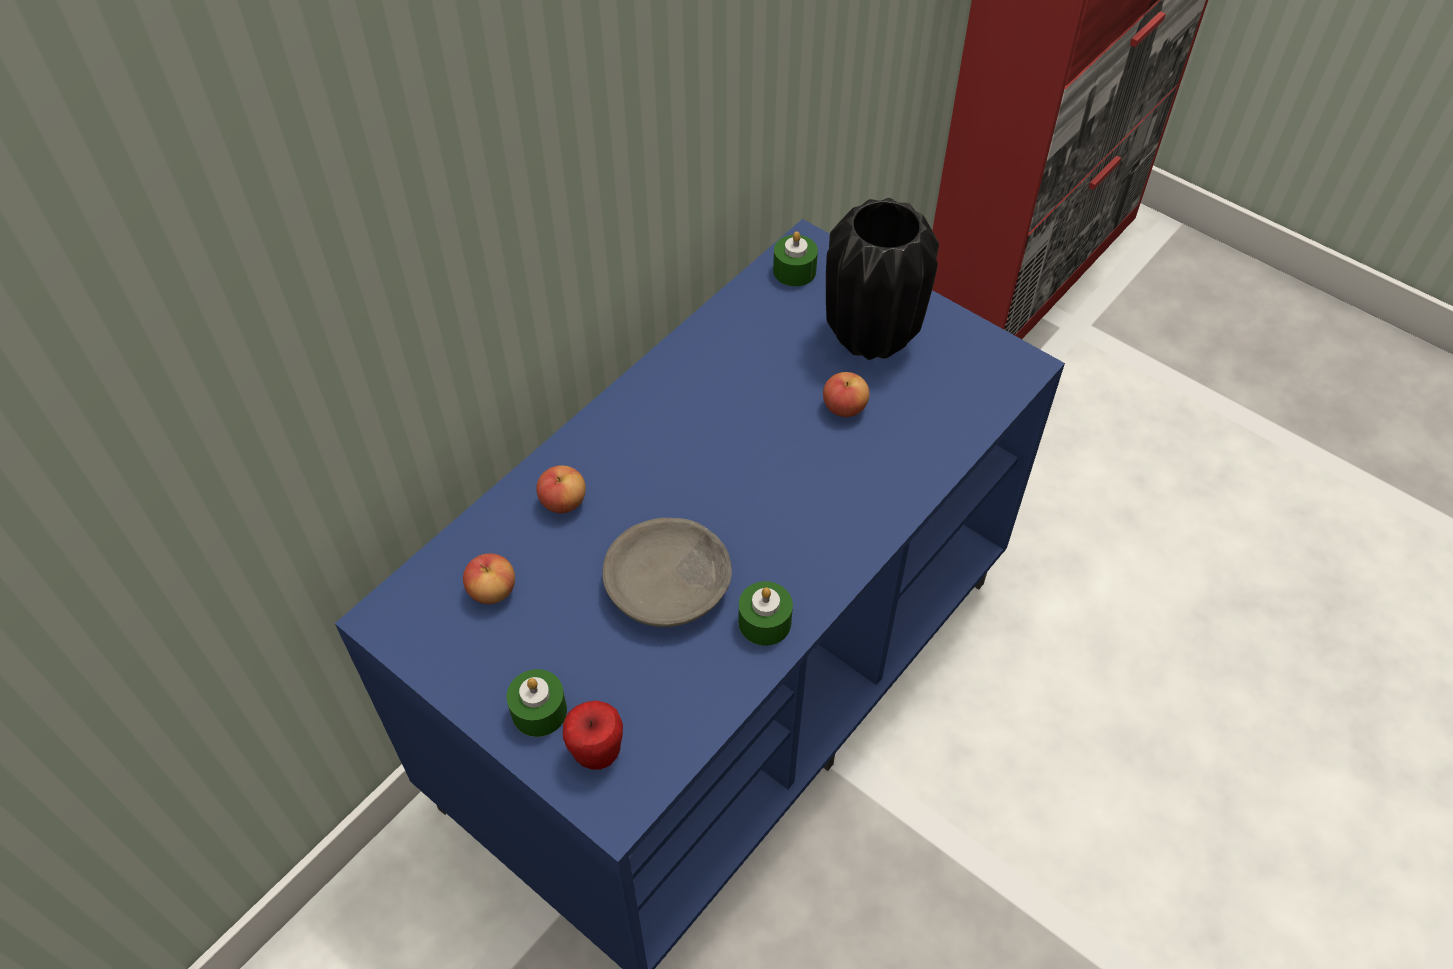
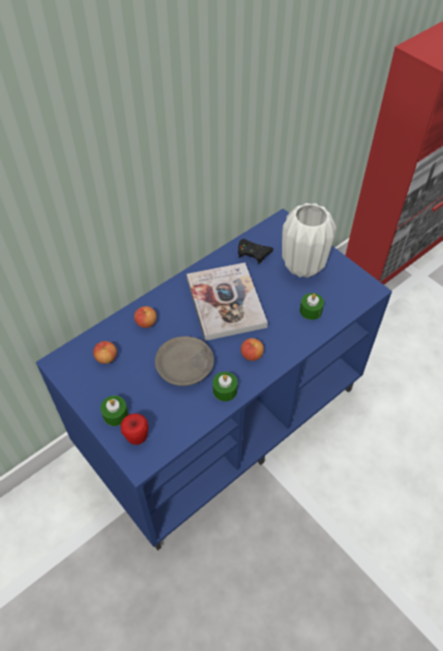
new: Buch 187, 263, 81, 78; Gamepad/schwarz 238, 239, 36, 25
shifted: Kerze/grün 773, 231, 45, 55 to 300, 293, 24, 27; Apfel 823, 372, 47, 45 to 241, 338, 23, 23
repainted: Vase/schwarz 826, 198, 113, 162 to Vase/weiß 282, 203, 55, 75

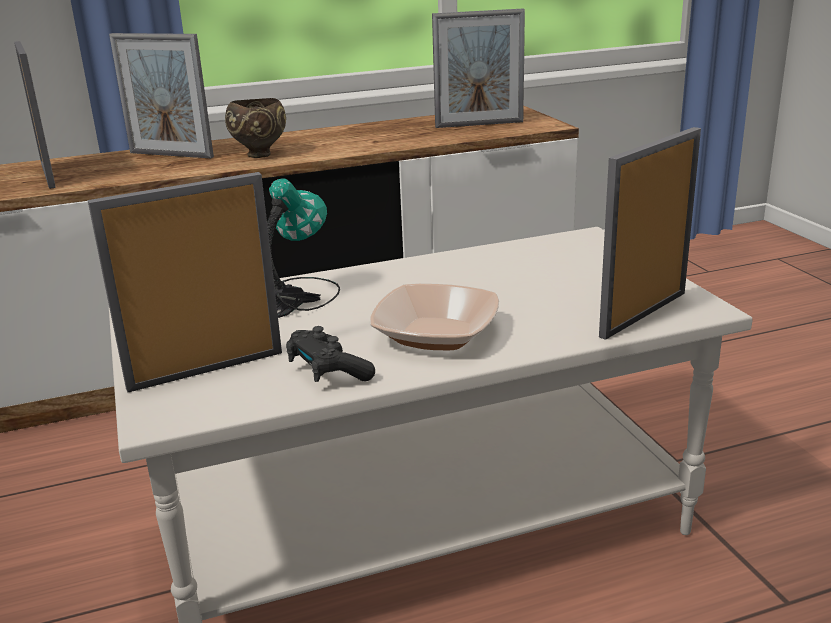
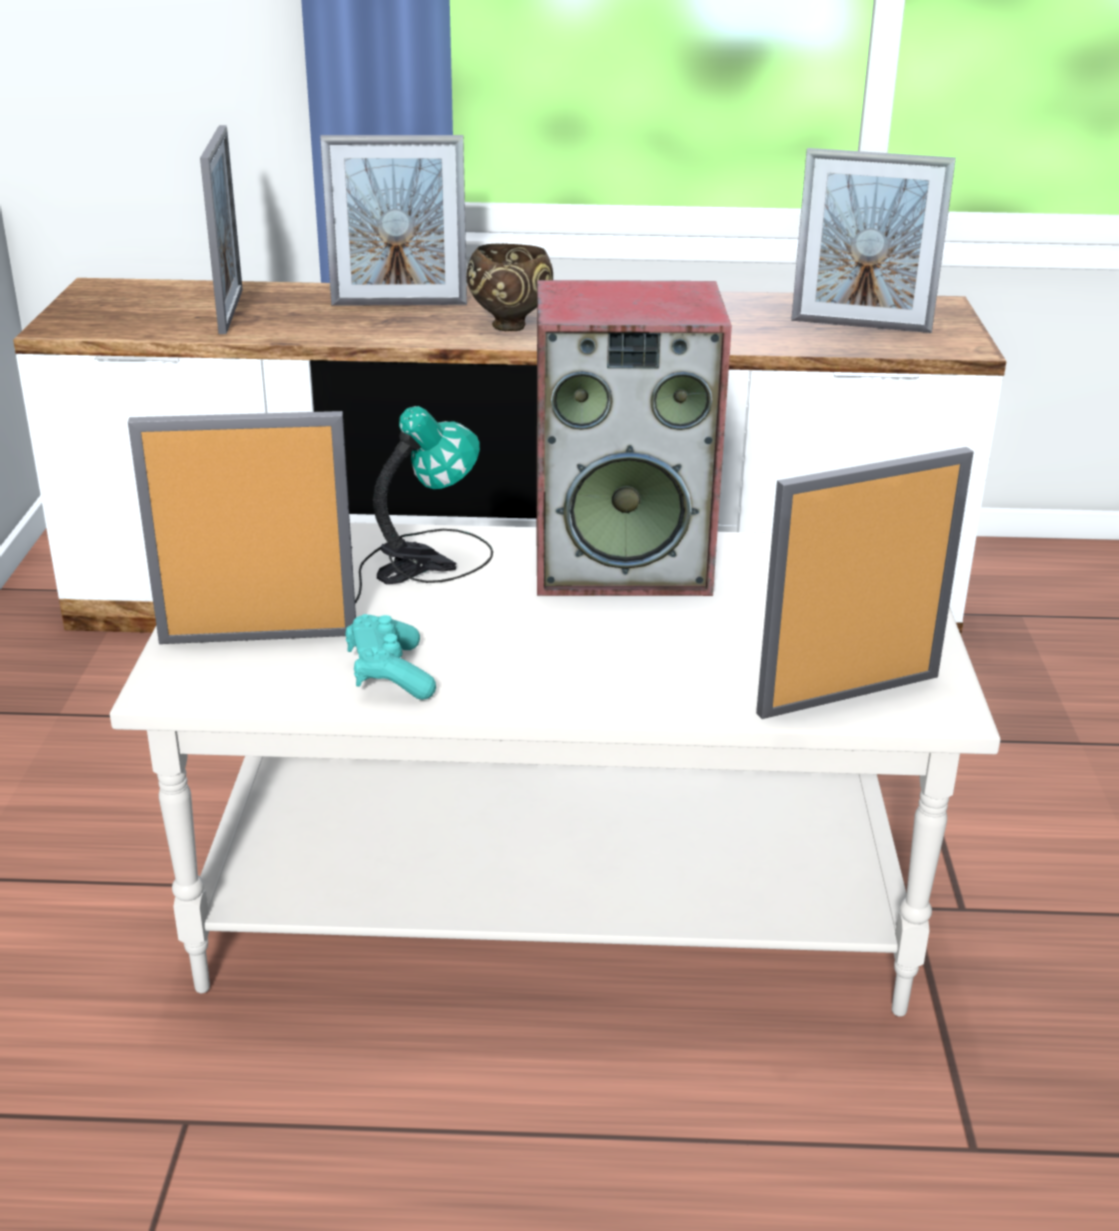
gone: Schüssel 370, 283, 129, 67
new: Lautsprecher 537, 280, 195, 316
repainted: Gamepad/schwarz 286, 326, 89, 56 to Gamepad/türkis 345, 614, 91, 86
rotated: Bilderrahmen 109, 33, 105, 125 = 320, 135, 147, 171 45 degrees counterclockwise

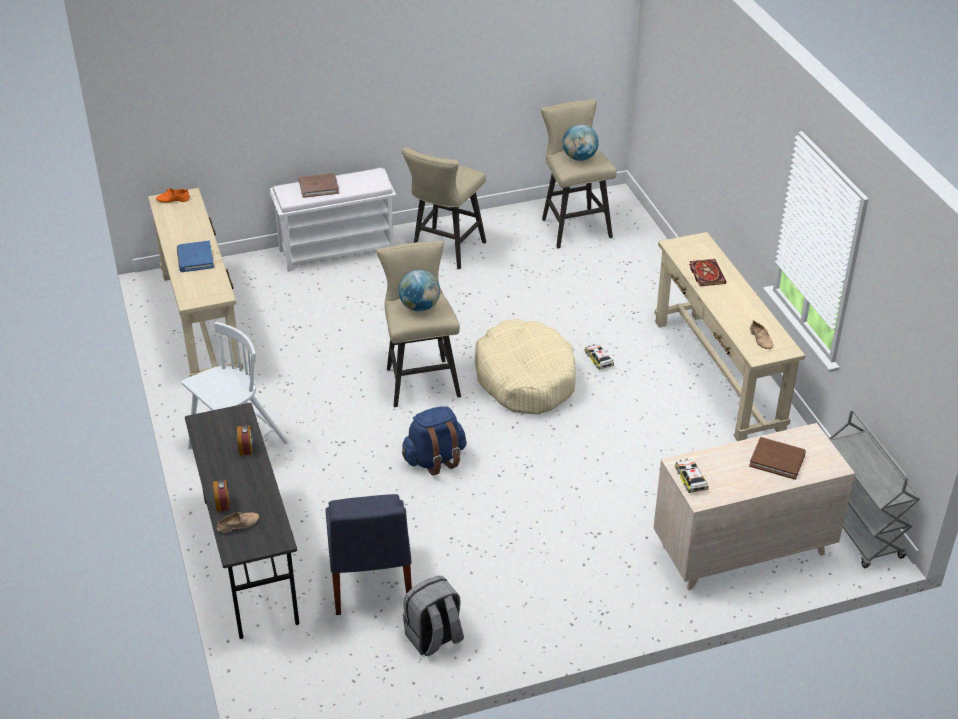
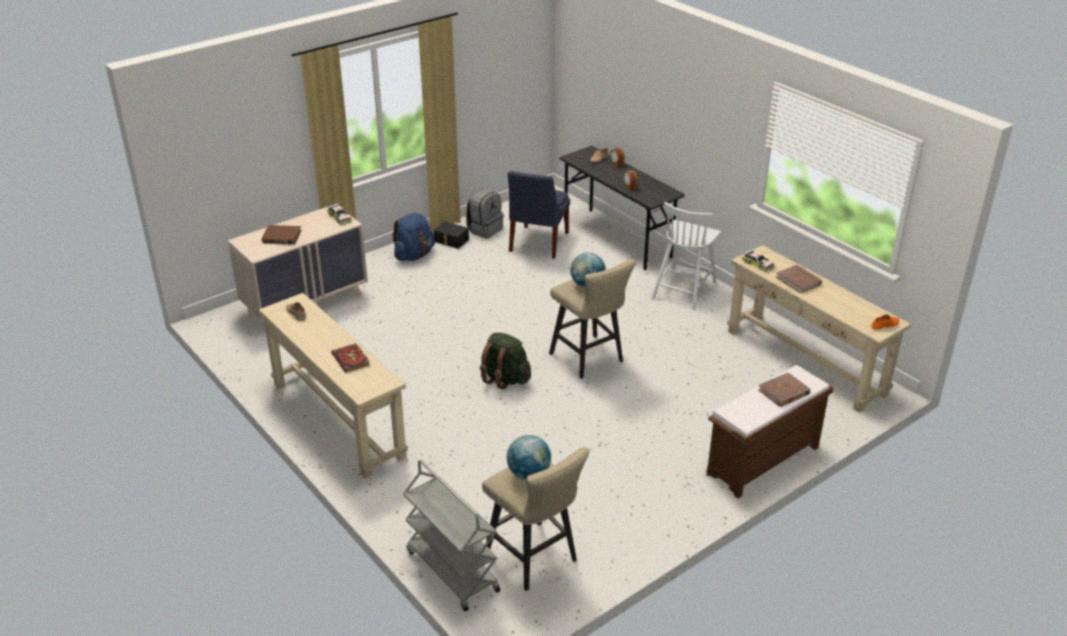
gone: Hocker/beige 402, 147, 84, 122
new: Aufbewahrungsbox/schwarz 434, 221, 35, 28
shifted: Rucksack/blau 402, 406, 65, 70 to 392, 213, 43, 48; Spielzeugauto 584, 344, 30, 26 to 742, 249, 33, 23; Rollwagen/grau 829, 410, 91, 158 to 403, 460, 97, 152
swapped: Hundebett/beige 475, 319, 101, 95 to Rucksack/grün 480, 333, 51, 57
repainted: Buch/blau 177, 240, 37, 32 to Buch/braun 776, 265, 46, 28; Bank/weiß 270, 168, 126, 104 to Bank/braun 706, 365, 128, 133
rotated: Stuhl/blau 325, 494, 87, 121 = 508, 171, 62, 88 135 degrees counterclockwise

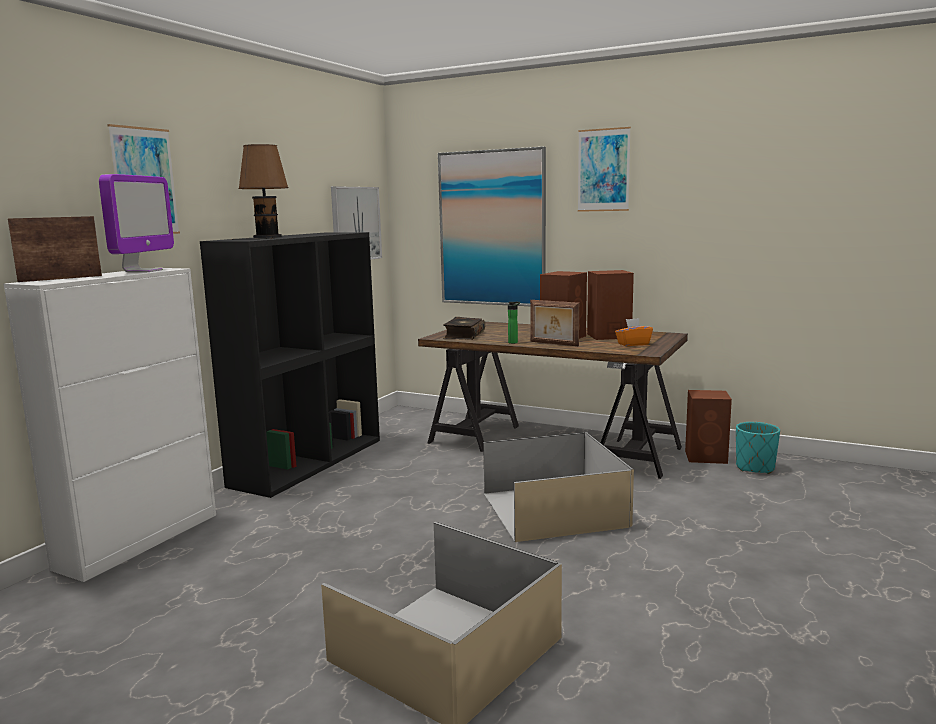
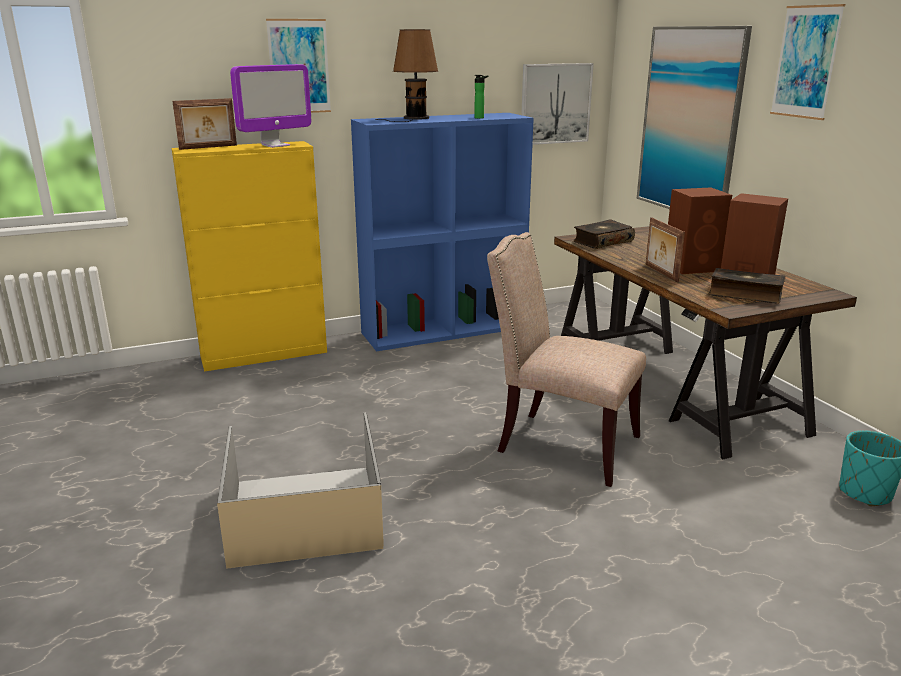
gone: Lautsprecher/braun 685, 390, 47, 74
shifted: Flasche 508, 301, 12, 43 to 474, 75, 15, 44
swapped: Aufbewahrungsbox/beige 483, 432, 151, 110 to Stuhl/beige 487, 232, 159, 255; Taschentuchbox/orange 615, 318, 38, 28 to Buch 709, 268, 76, 36
repainted: Schrank/weiß 4, 268, 212, 314 to Schrank/gelb 171, 141, 156, 231; Bücherregal/schwarz 200, 232, 180, 266 to Bücherregal/blau 351, 113, 183, 238
rotated: Bilderrahmen 8, 216, 94, 66 = 172, 98, 65, 52 150 degrees clockwise

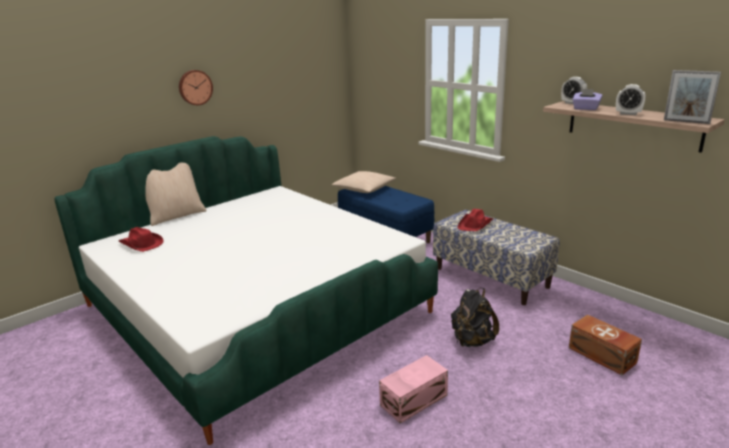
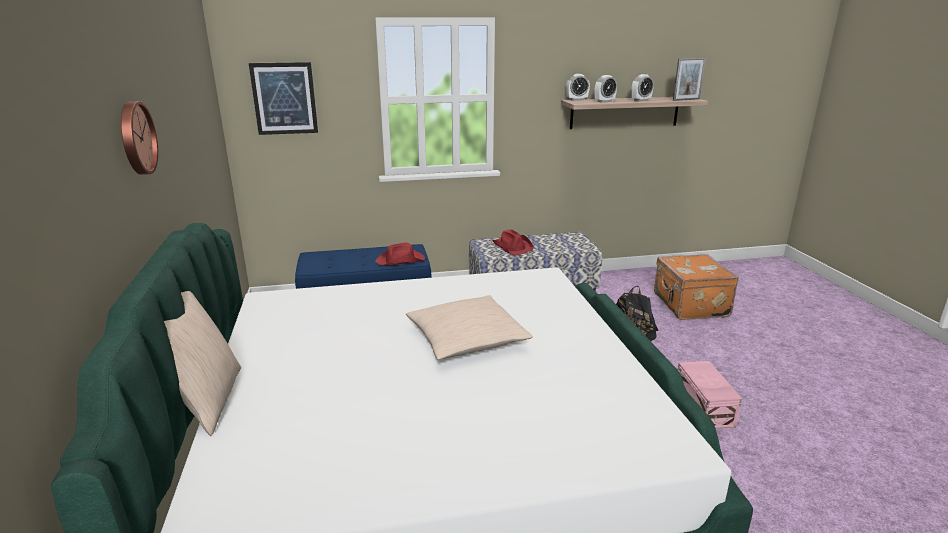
new: Bild 249, 62, 69, 73
shifted: Hut/rot 119, 227, 44, 25 to 375, 242, 50, 24; Kissen/beige 332, 171, 64, 22 to 406, 295, 127, 65
swapped: Aufbewahrungsbox/braun 569, 315, 73, 60 to Koffer/orange 654, 254, 85, 66; Taschentuchbox/lila 572, 89, 30, 21 to Wecker 594, 75, 23, 28

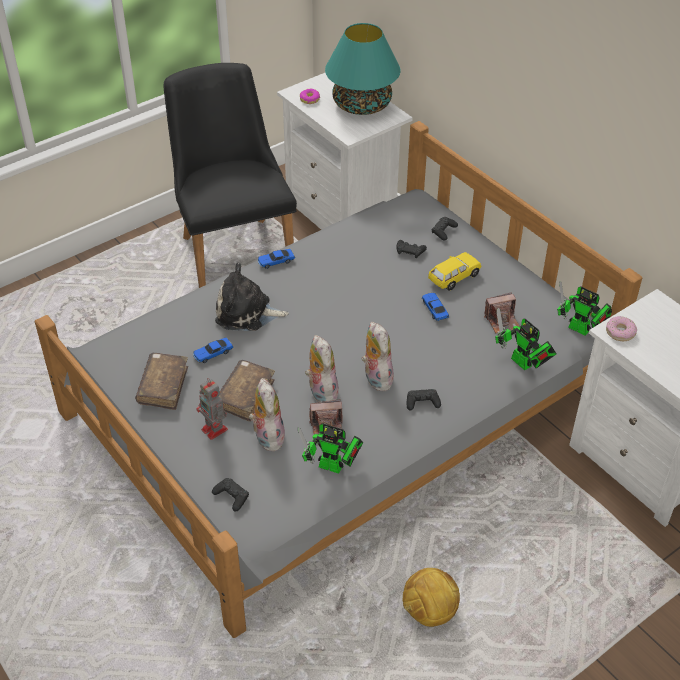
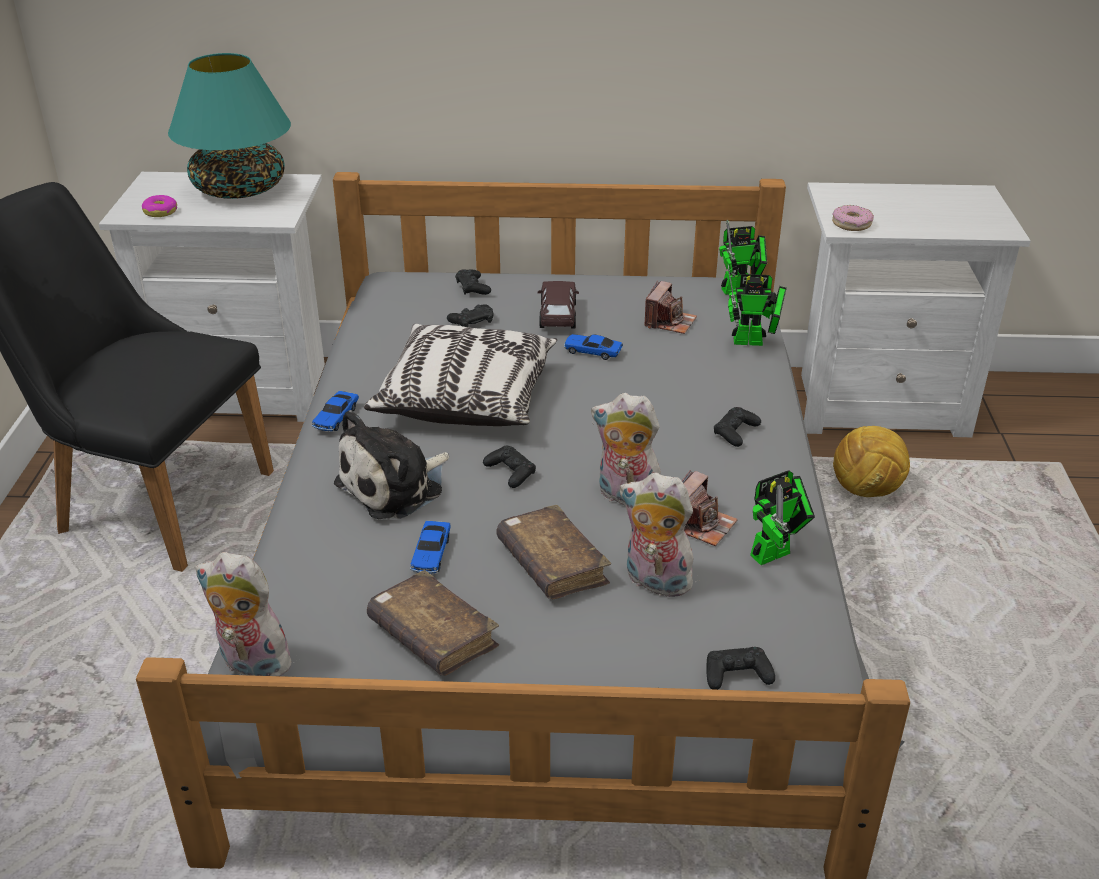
gone: Spielzeugroboter 196, 378, 32, 62
new: Kissen 364, 324, 193, 102; Gamepad/schwarz 483, 446, 53, 42
shifted: Plüschtier 361, 322, 33, 69 to 195, 552, 96, 124; Fußball 403, 568, 57, 59 to 833, 426, 77, 71
repainted: Spielzeugauto/gelb 428, 252, 53, 39 to Spielzeugauto/braun 538, 281, 41, 47

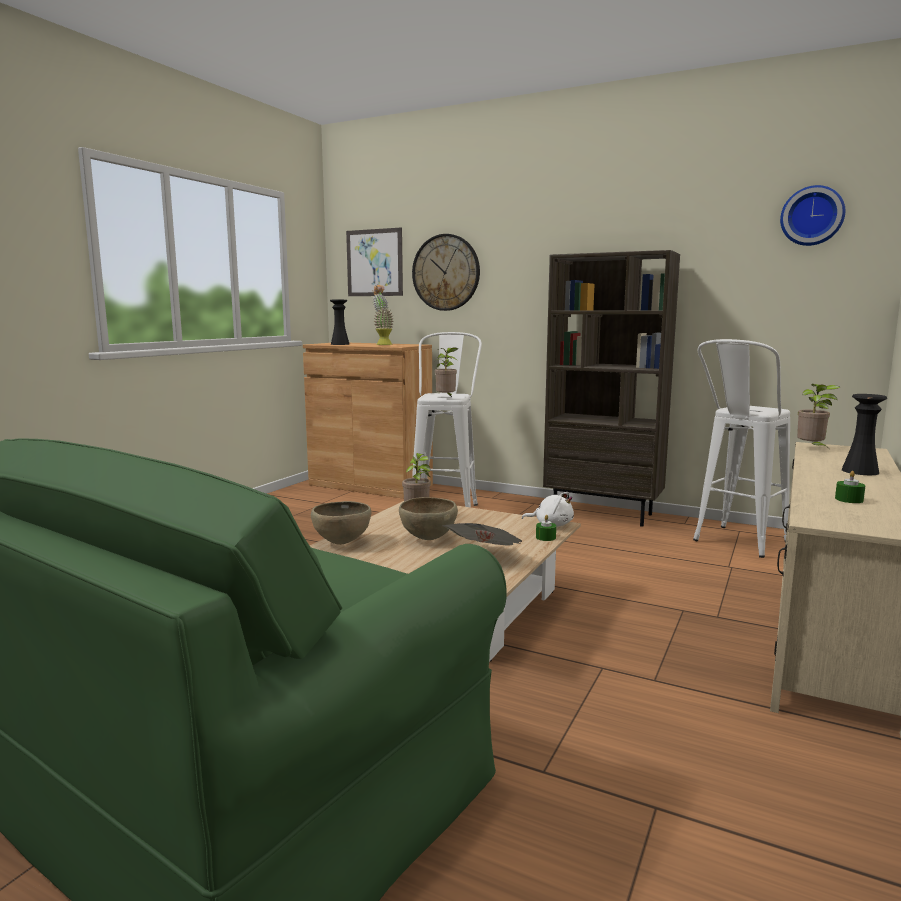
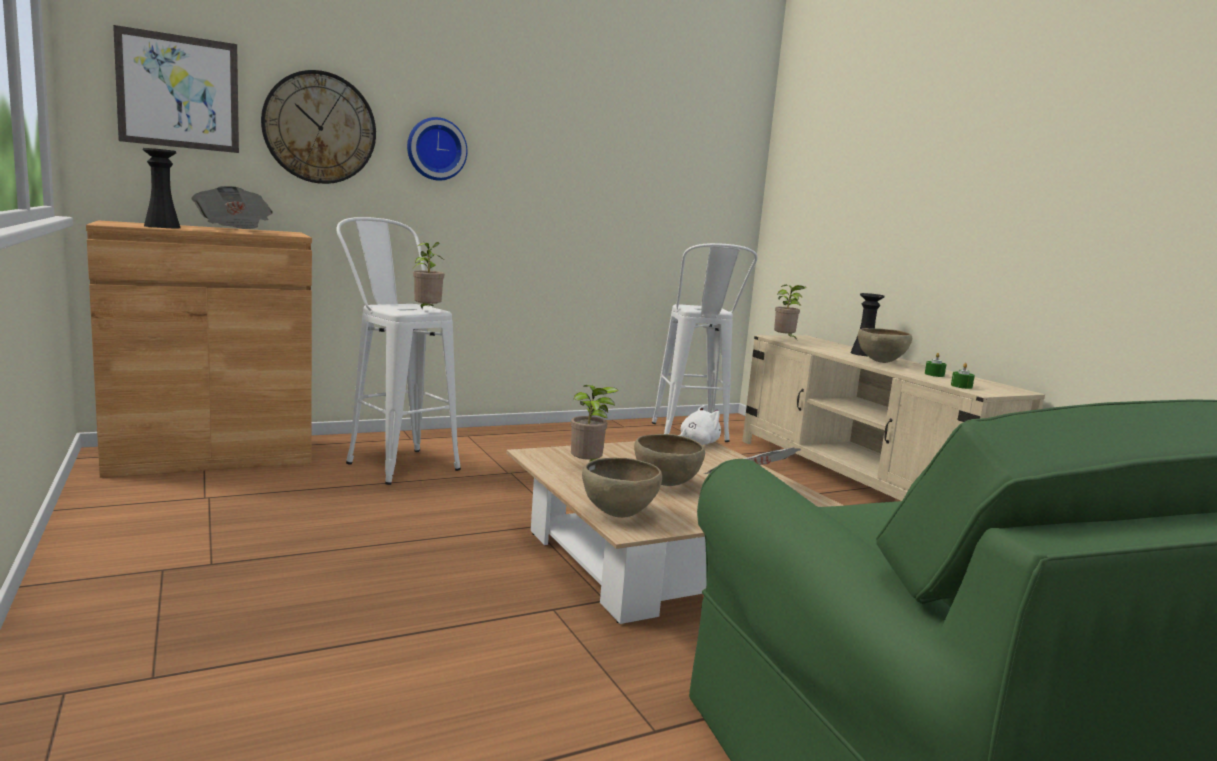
gone: Bücherregal/braun 543, 250, 137, 277
new: Schüssel/braun 858, 328, 54, 35
shifted: Kerze/grün 536, 515, 20, 26 to 951, 363, 24, 26; Wanduhr 780, 185, 65, 61 to 407, 117, 60, 64
swapped: Topfpflanze 373, 285, 21, 60 to Zeitung 192, 186, 81, 43

